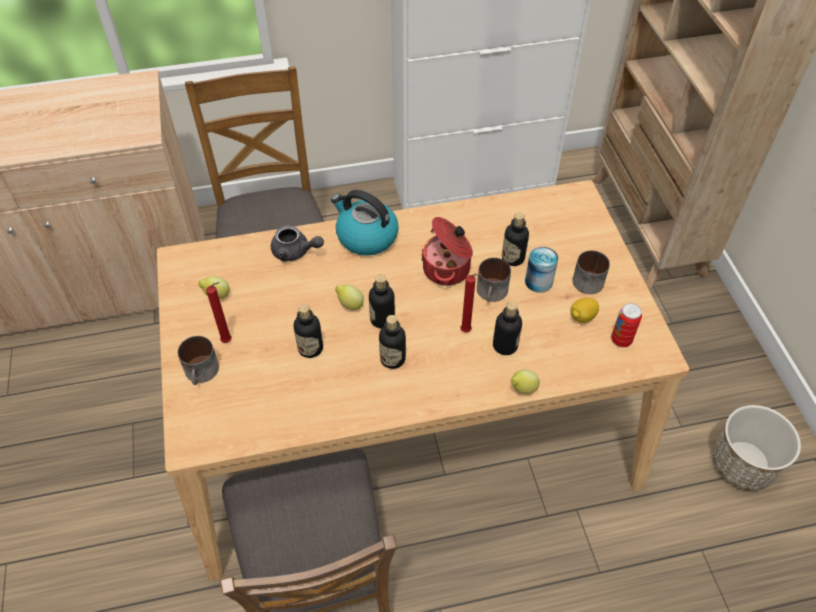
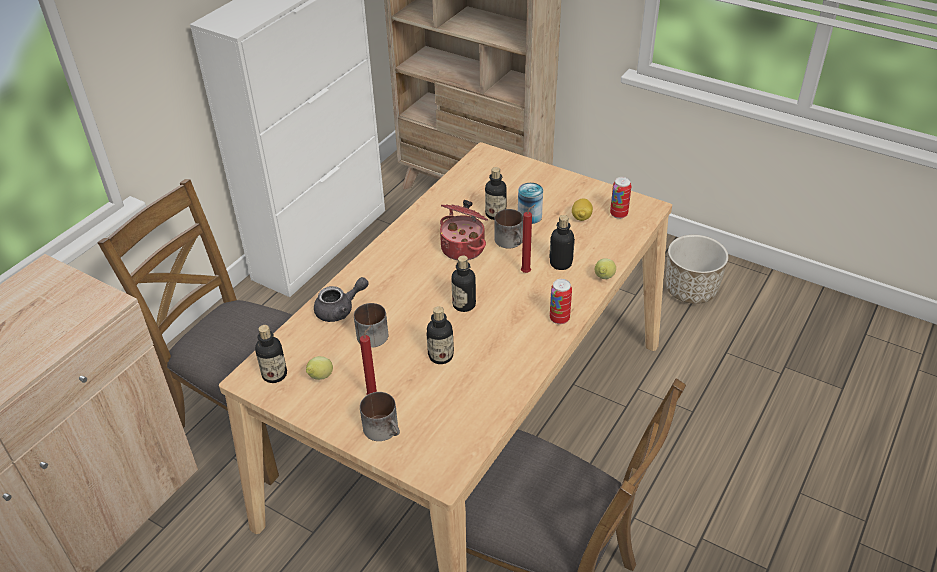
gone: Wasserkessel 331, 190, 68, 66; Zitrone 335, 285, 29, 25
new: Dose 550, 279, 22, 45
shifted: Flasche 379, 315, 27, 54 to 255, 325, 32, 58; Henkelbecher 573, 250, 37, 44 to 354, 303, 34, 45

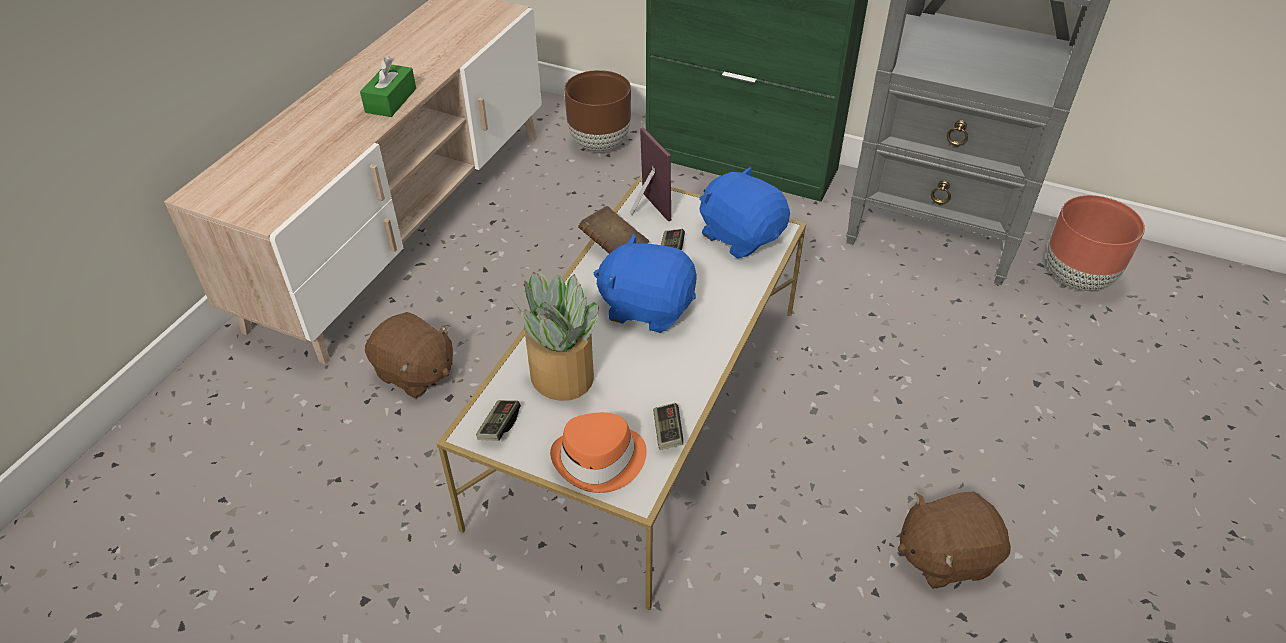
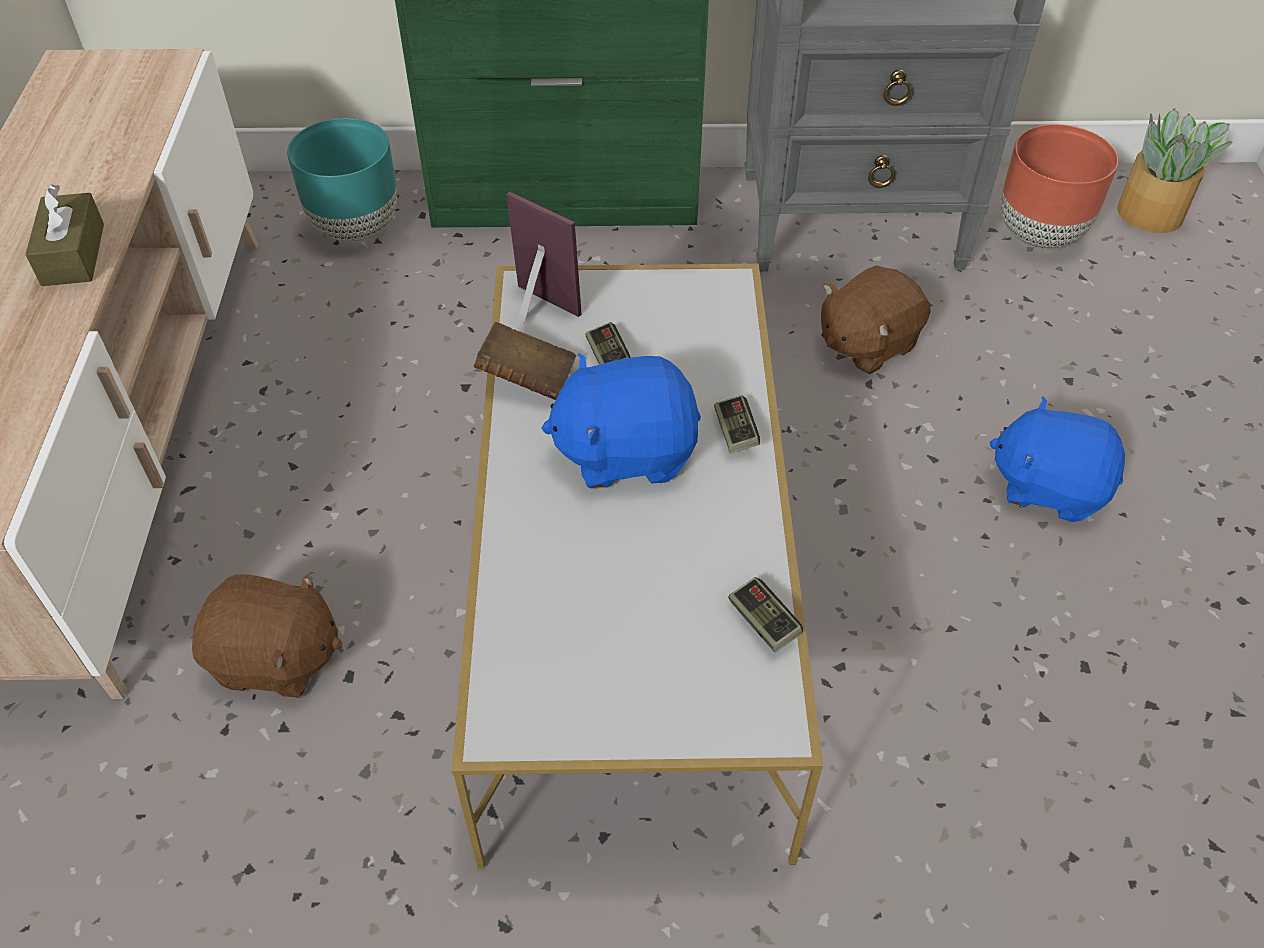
gone: Hut/orange 550, 412, 97, 81
shifted: Gamepad 476, 400, 45, 41 to 714, 395, 46, 58; Topfpflanze 510, 271, 89, 130 to 1117, 108, 116, 125; Plüschtier/blau 699, 167, 91, 91 to 989, 396, 136, 126; Plüschtier/braun 898, 492, 113, 97 to 821, 265, 110, 110
repainted: Taschentuchbox/grün 360, 56, 56, 61 to Taschentuchbox/braun 25, 185, 79, 101; Pflanzkübel/braun 564, 70, 67, 82 to Pflanzkübel/türkis 287, 118, 110, 124

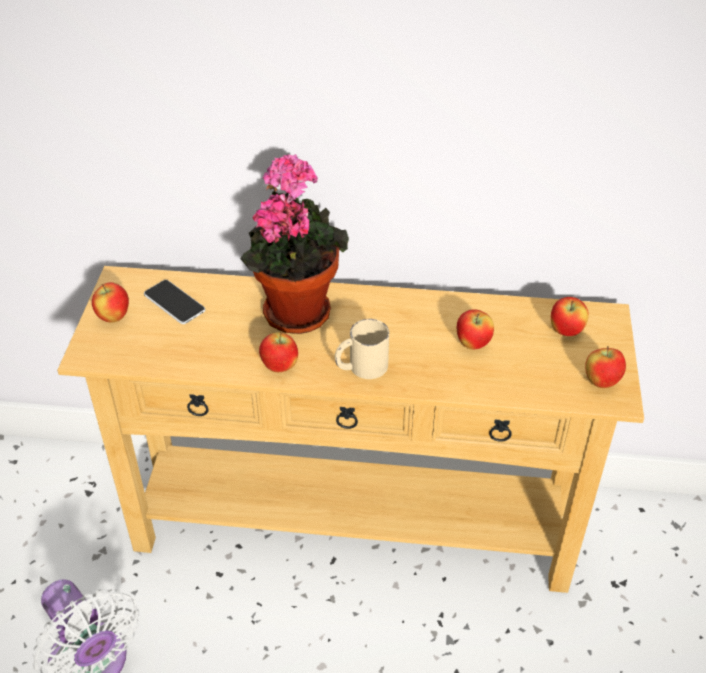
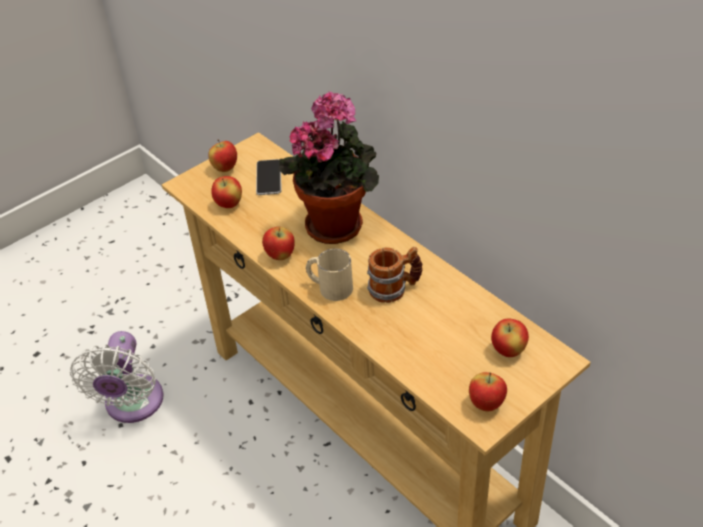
new: Henkelbecher 367, 247, 55, 56
shifted: Apfel 457, 309, 37, 40 to 211, 176, 31, 32

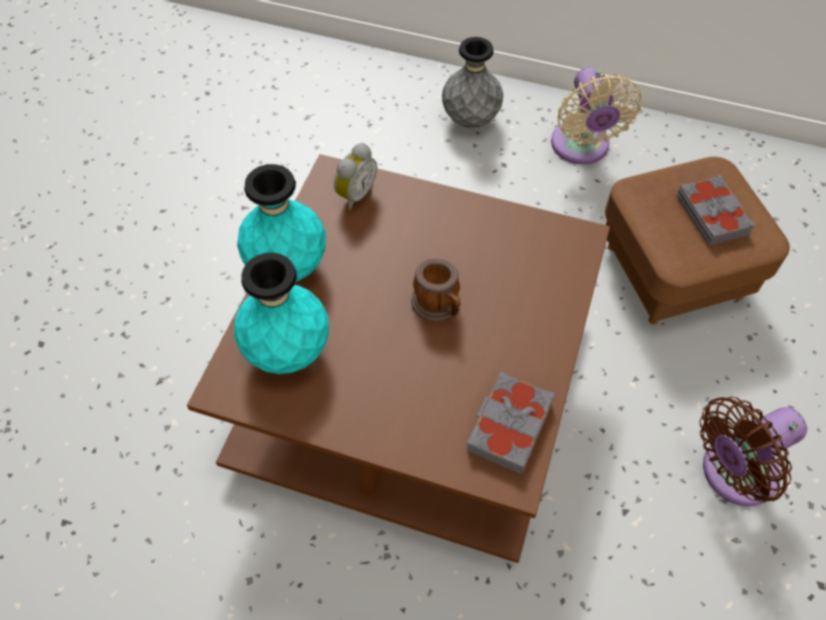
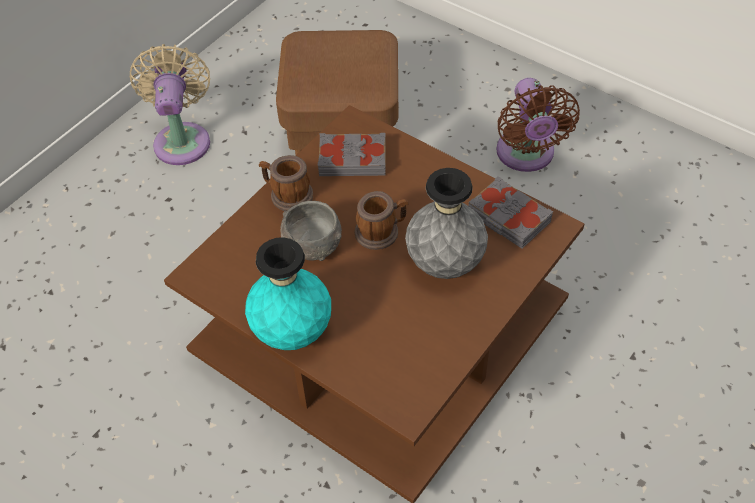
gone: Vase/türkis 234, 252, 95, 122; Wecker 334, 143, 43, 68
new: Henkelbecher 259, 155, 54, 56; Schüssel/grau 280, 201, 62, 60
shifted: Vase/grau 442, 37, 61, 91 to 405, 168, 83, 111; Buch/grau 677, 175, 78, 71 to 317, 133, 69, 43
rotated: Ventilator/beige 551, 67, 91, 97 = 130, 44, 80, 121 105 degrees counterclockwise

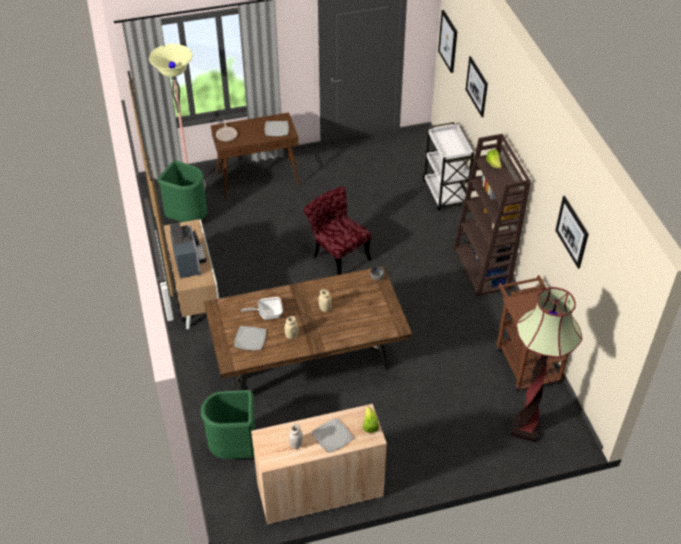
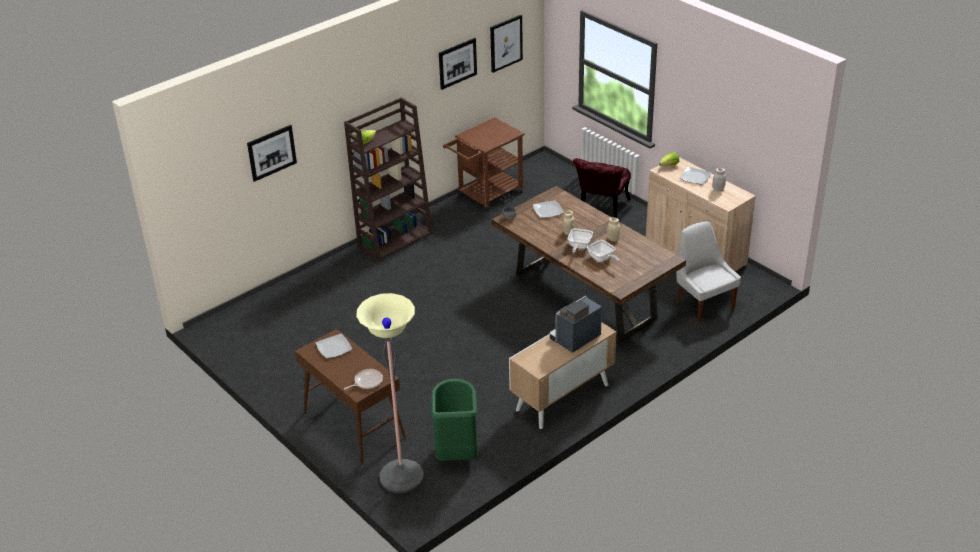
gone: Rollwagen/weiß 423, 122, 51, 89; Stehlampe 510, 287, 73, 156
new: Pfanne 568, 228, 25, 25
shifted: Teller 234, 326, 32, 24 to 533, 200, 31, 18; Stuhl/rot 303, 186, 69, 89 to 573, 158, 58, 60; Bild 438, 10, 19, 63 to 490, 15, 33, 58
swapped: Mülleimer/grün 201, 390, 54, 69 to Stuhl/weiß 676, 221, 65, 102

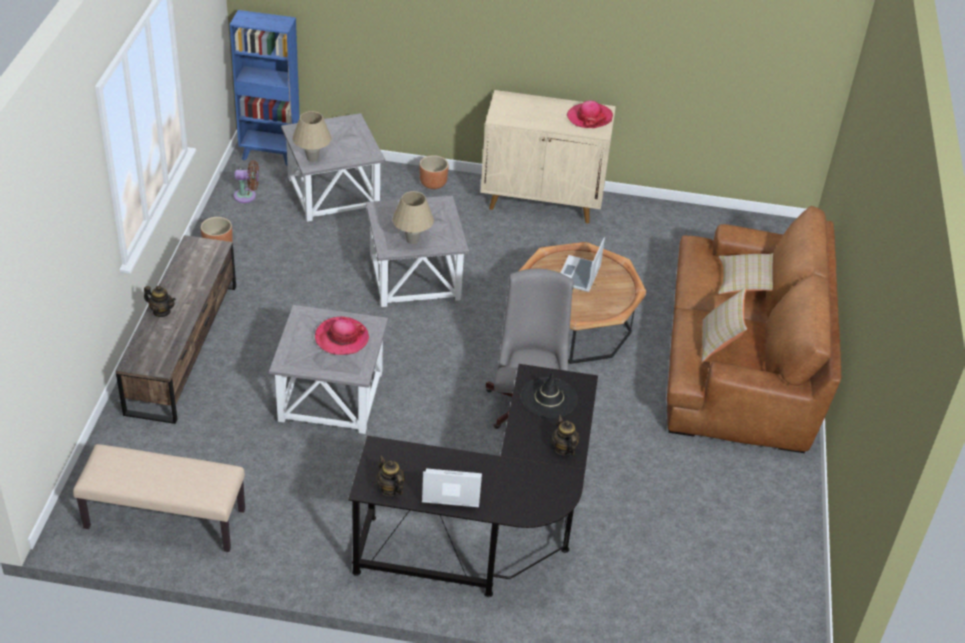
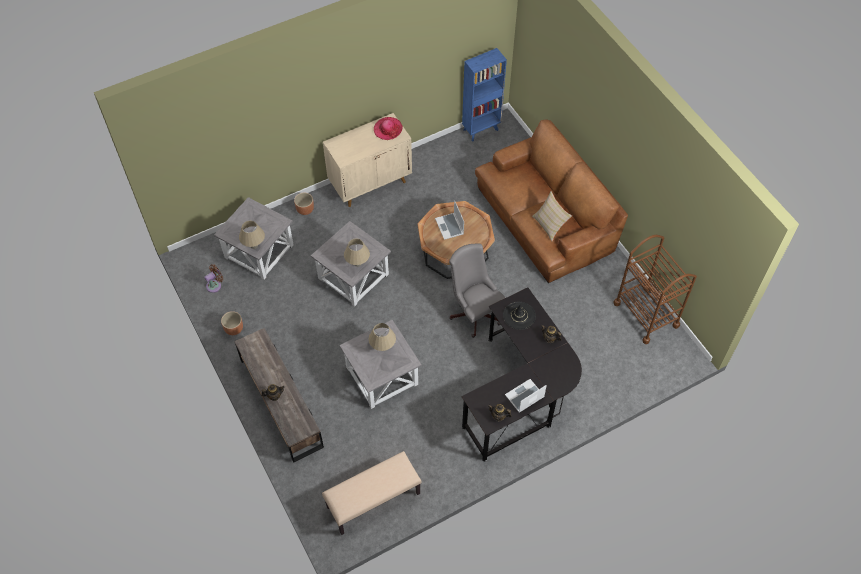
gone: Kissen/beige 718, 253, 55, 41
new: Rollwagen/braun 613, 235, 84, 109
shifted: Bücherregal/blau 230, 10, 70, 157 to 462, 48, 45, 94
swapped: Hut 315, 317, 54, 38 to Tischlampe/beige 368, 323, 28, 28

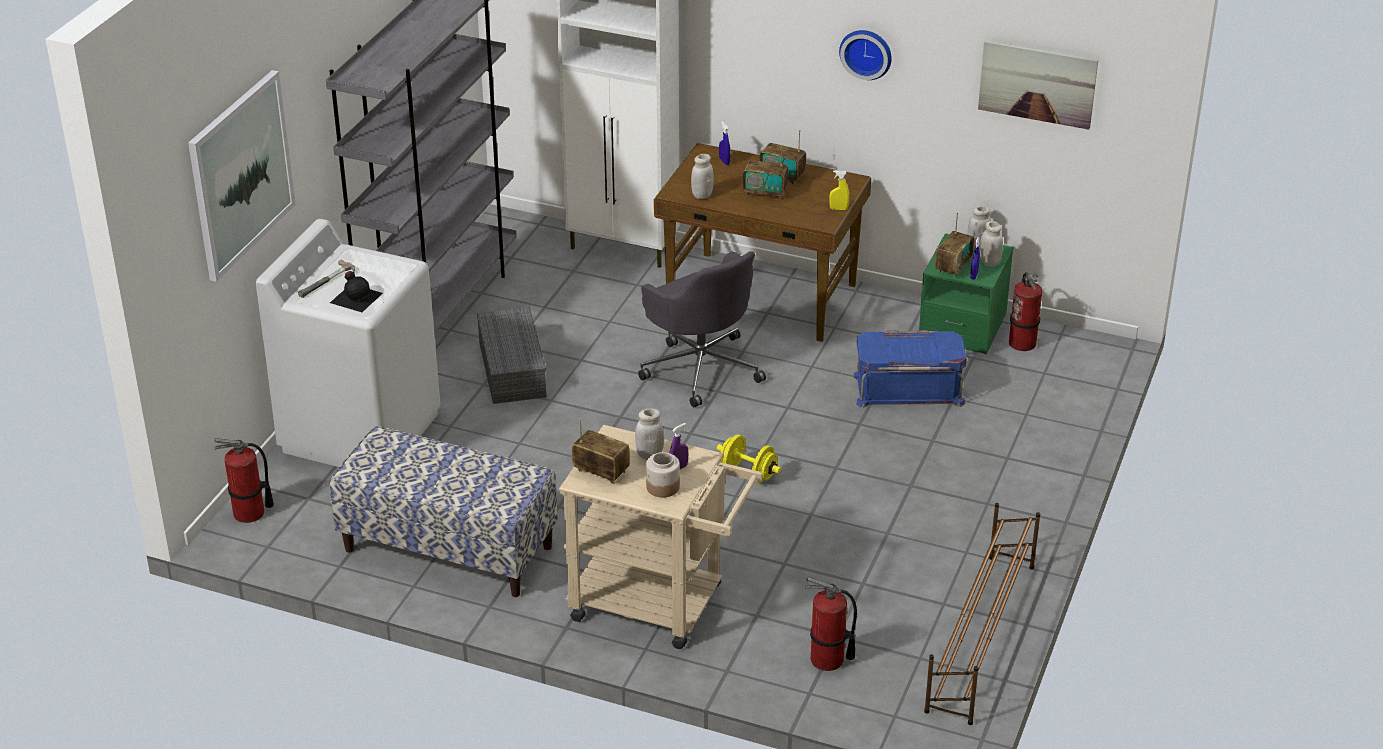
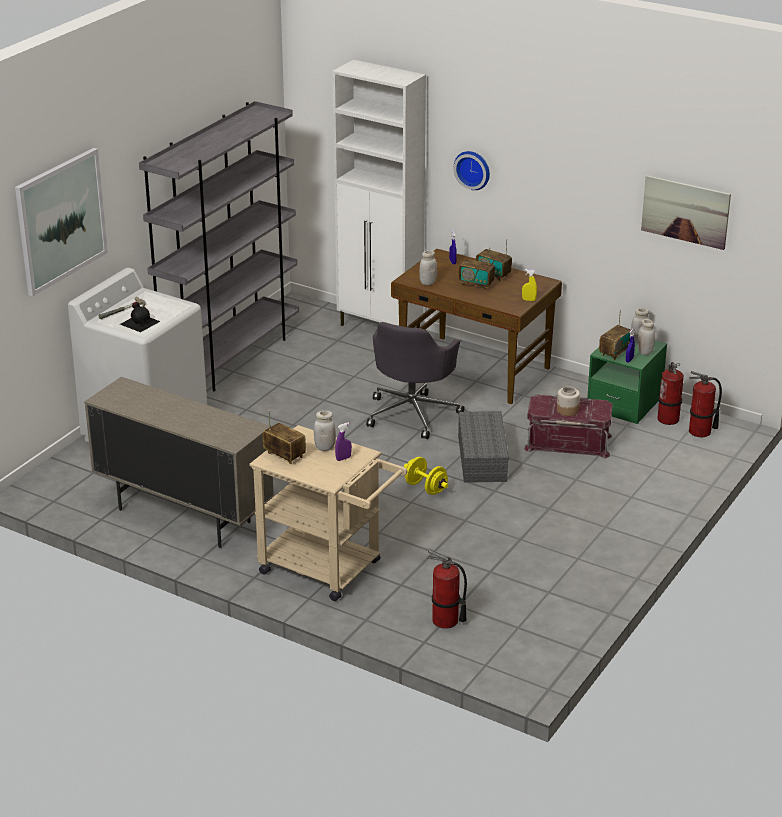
gone: Schuhregal/braun 924, 503, 116, 222
shifted: Feuerlöscher 214, 438, 60, 85 to 689, 371, 33, 66; Aufbewahrungsbox/grau 477, 307, 69, 97 to 458, 411, 51, 72; Vorratsglas 646, 452, 34, 45 to 557, 386, 23, 30; Wanduhr 839, 30, 53, 50 to 454, 151, 36, 39
swapped: Bank 330, 426, 227, 171 to Schrank/beige 84, 377, 190, 171
repainted: Aufbewahrungsbox/blau 852, 330, 115, 78 to Aufbewahrungsbox/rot 524, 395, 89, 64
rotated: Bürostuhl/grau 638, 251, 128, 157 = 366, 322, 98, 117 45 degrees clockwise

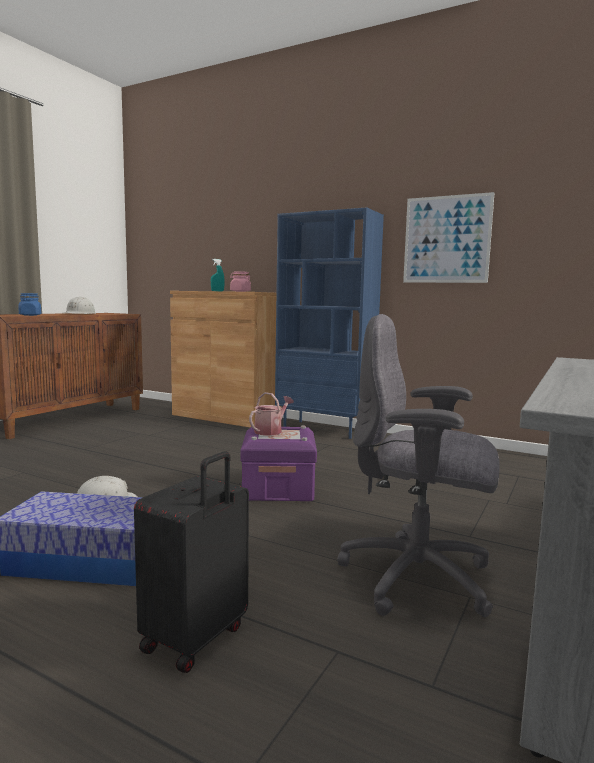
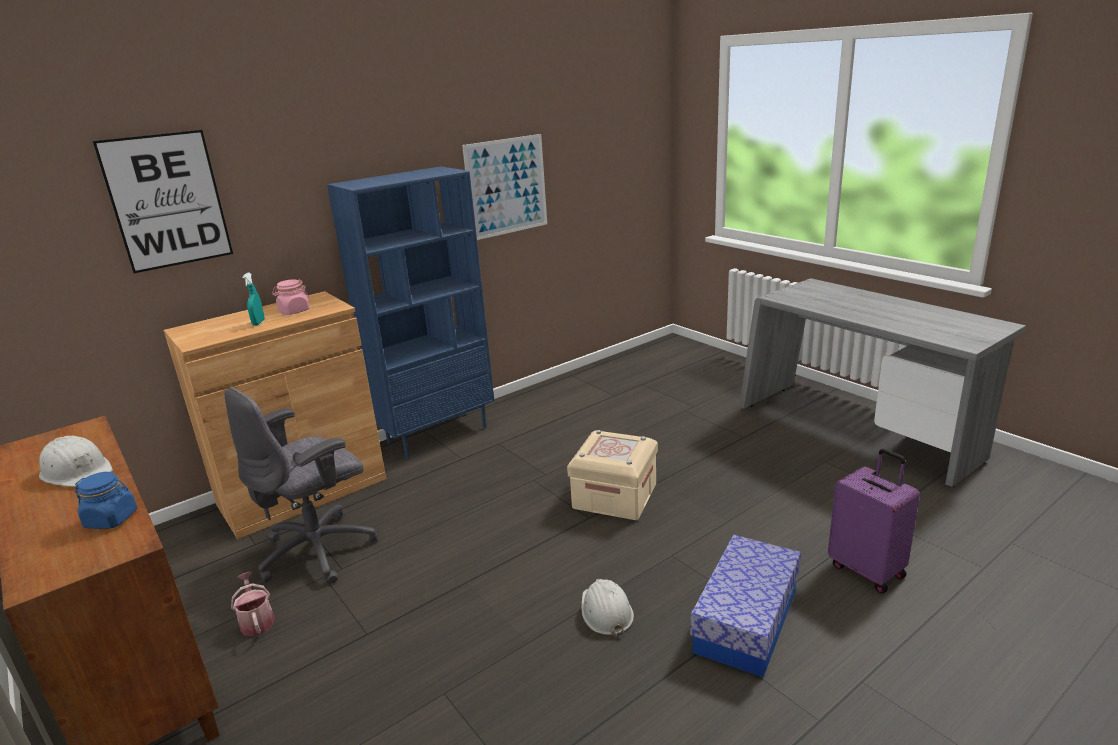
new: Bild 92, 130, 141, 143
shifted: Gießkanne 249, 392, 45, 44 to 231, 572, 44, 64; Bürostuhl/grau 337, 314, 163, 303 to 225, 387, 153, 196
repainted: Koffer/schwarz 134, 451, 115, 222 to Koffer/lila 828, 449, 92, 144; Aufbewahrungsbox/lila 240, 425, 77, 76 to Aufbewahrungsbox/beige 567, 430, 91, 90

